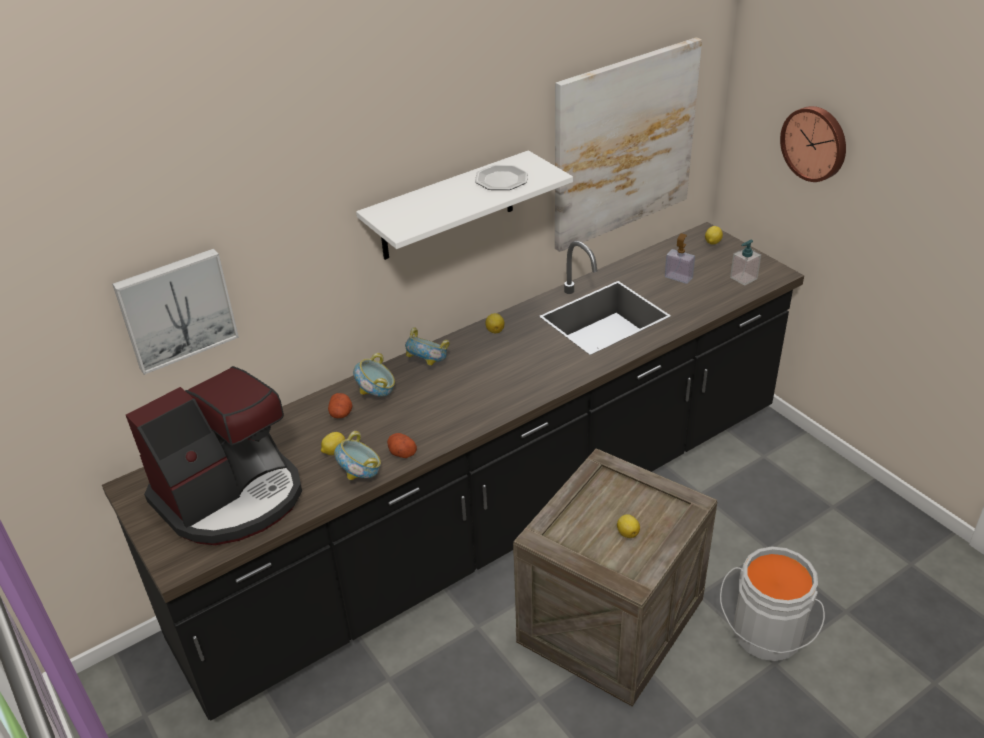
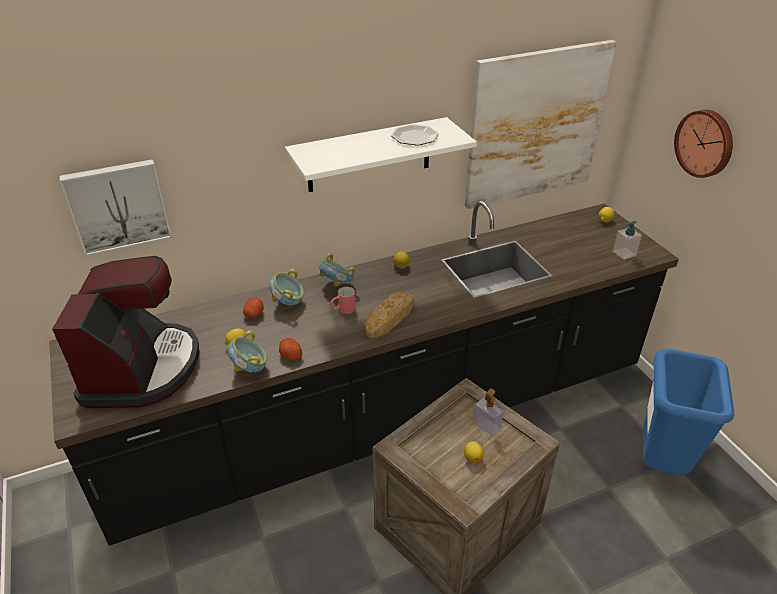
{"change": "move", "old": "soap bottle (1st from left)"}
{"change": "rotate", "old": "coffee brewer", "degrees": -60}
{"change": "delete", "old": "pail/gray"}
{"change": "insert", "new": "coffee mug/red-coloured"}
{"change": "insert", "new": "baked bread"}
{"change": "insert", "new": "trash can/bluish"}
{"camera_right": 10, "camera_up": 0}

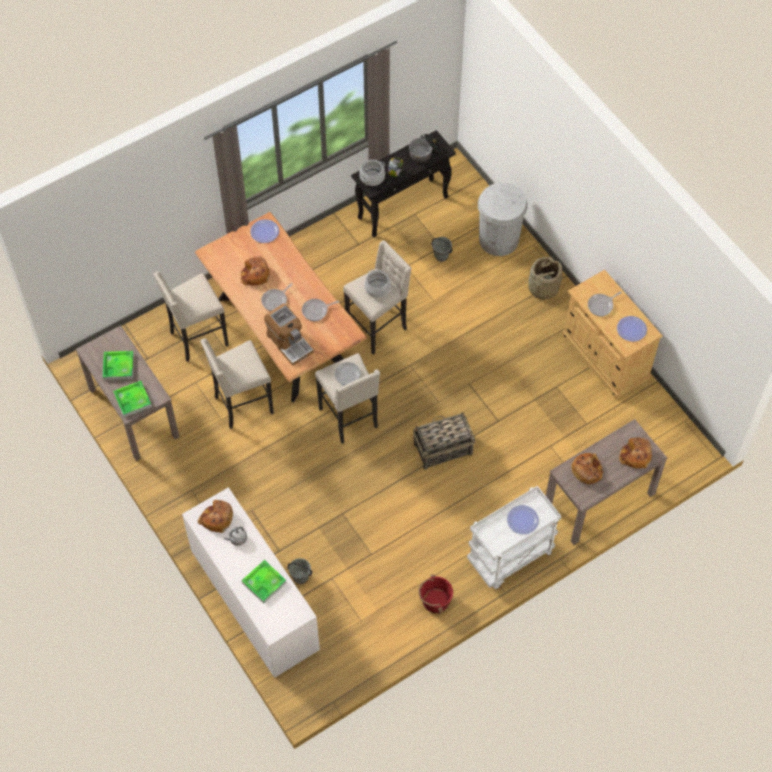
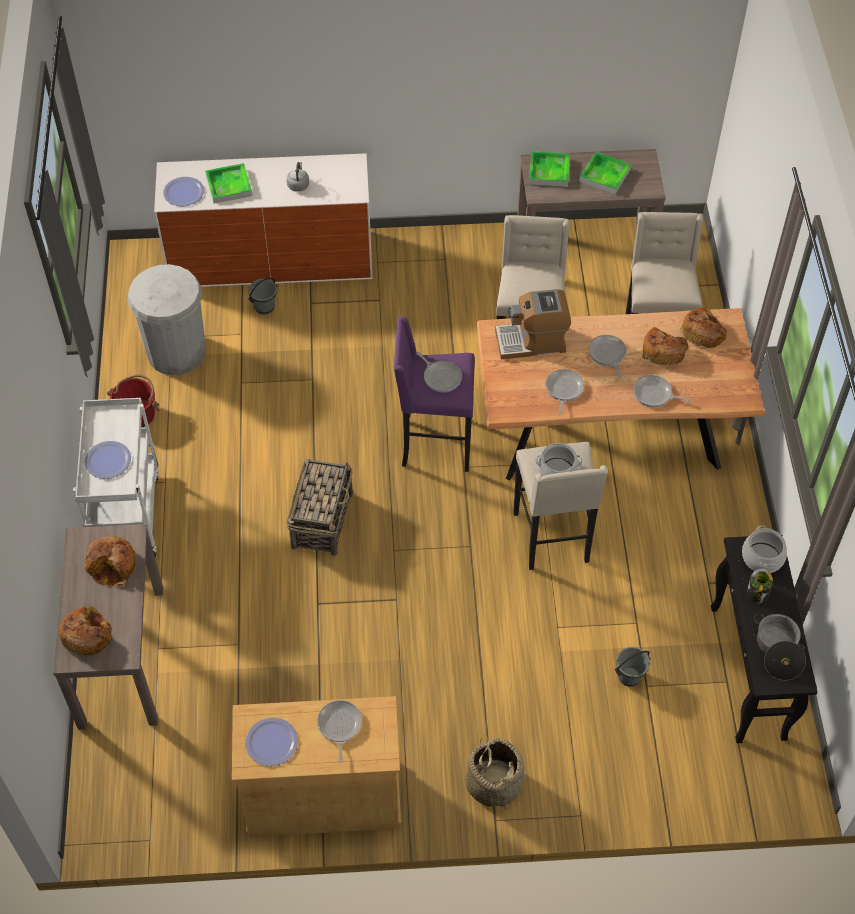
{"change": "move", "old": "trash can/whitish"}
{"change": "move", "old": "plate (1st from left in the first image)", "new": "plate (2nd from left)"}
{"change": "recolor", "old": "sitting stool/beige (3rd from left)", "new": "sitting stool/purple-coloured"}
{"change": "move", "old": "baked bread (1st from left in the first image)", "new": "baked bread (4th from left)"}
{"change": "insert", "new": "frying pan (5th from left)"}
{"camera_right": 120, "camera_up": -5}

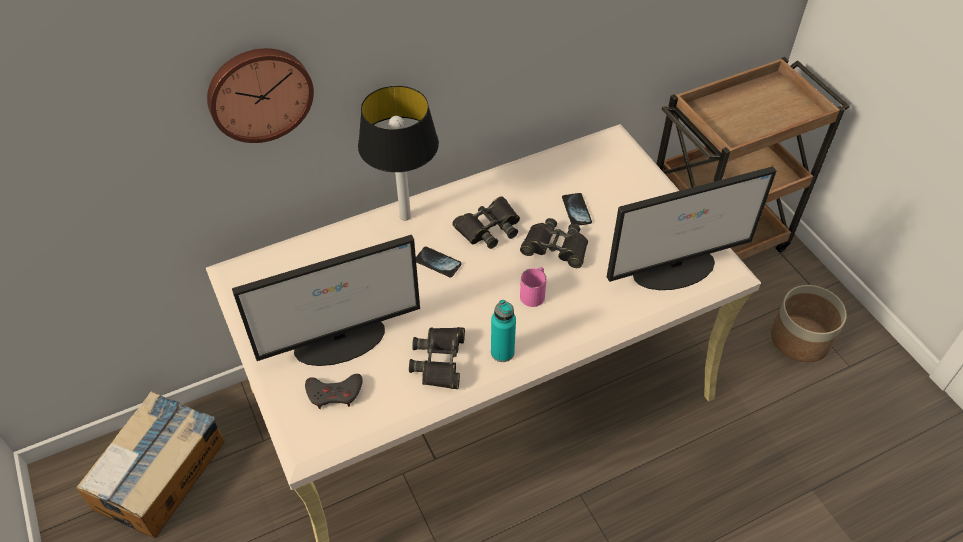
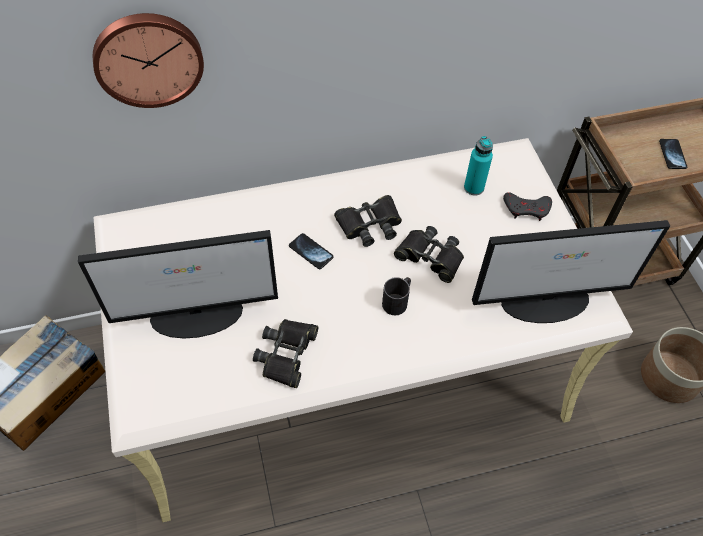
{"change": "delete", "old": "lamp for a table"}
{"change": "move", "old": "phone (2nd from left)"}
{"change": "recolor", "old": "coffee mug/pinkish", "new": "coffee mug/black-coloured"}
{"change": "move", "old": "drink bottle/turquoise"}
{"change": "move", "old": "joypad/gray"}
{"camera_right": 10, "camera_up": 5}

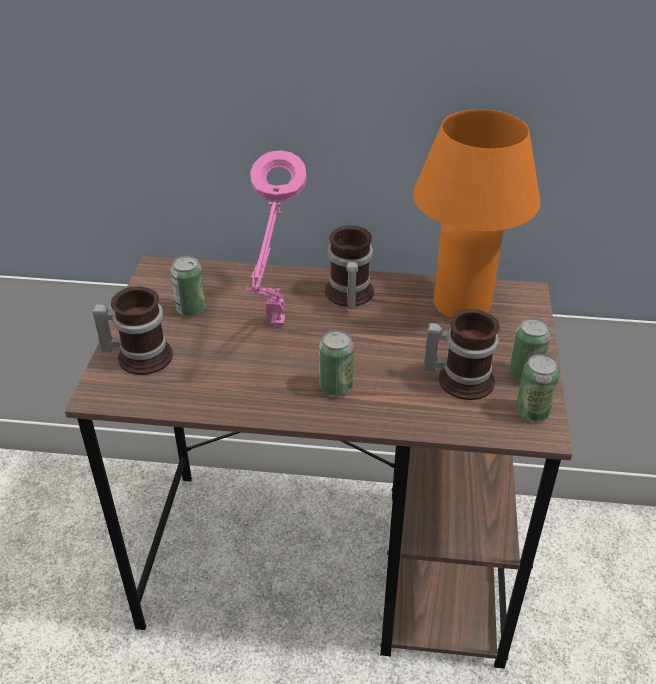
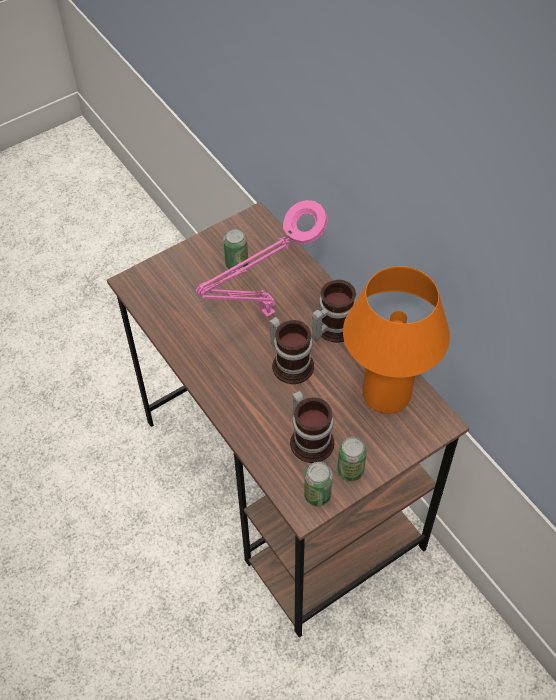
{"change": "move", "old": "coffee mug (1st from left)"}
{"change": "delete", "old": "can (2nd from left)"}
{"camera_right": 50, "camera_up": 15}

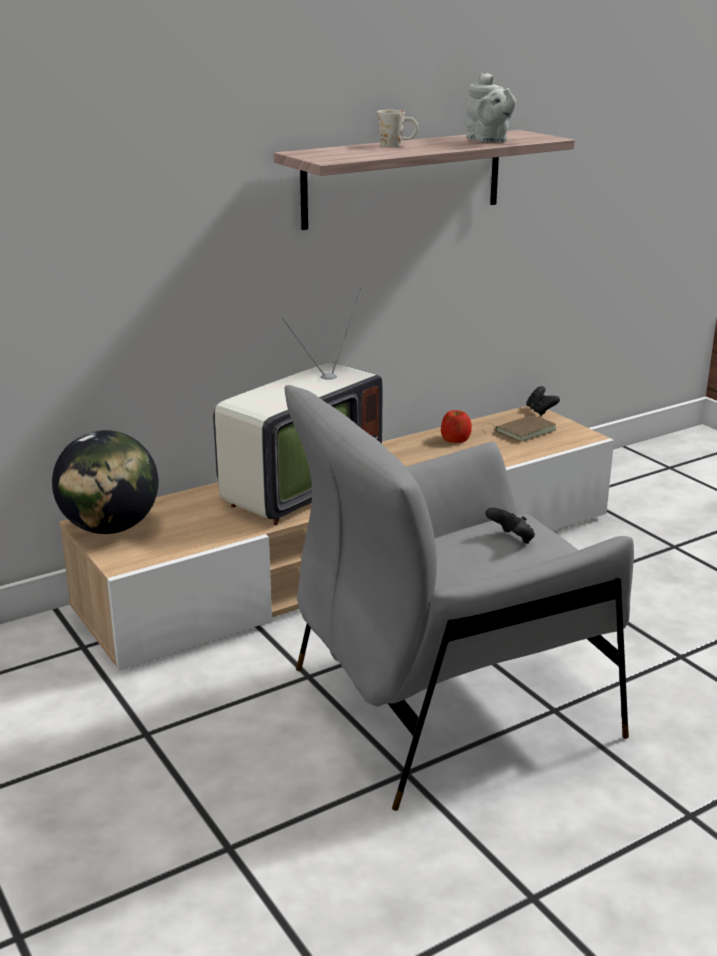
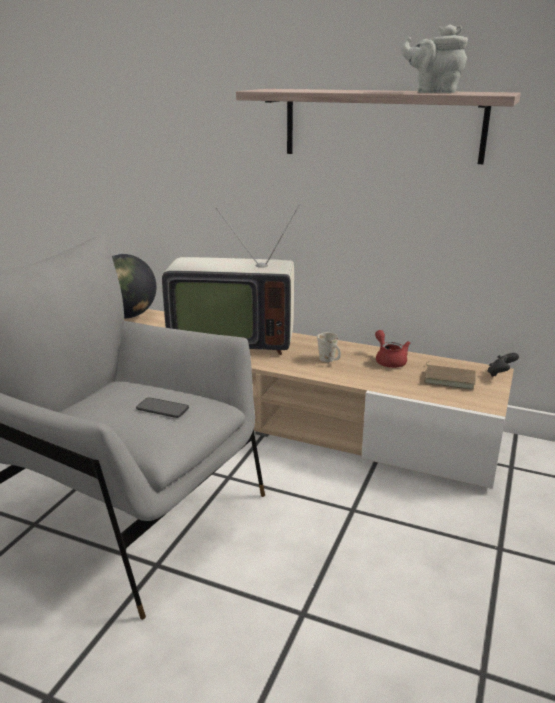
{"change": "rotate", "old": "pot for tea/gray", "degrees": 75}
{"change": "move", "old": "coffee mug/whitish"}
{"change": "replace", "old": "apple fruit", "new": "pot for tea/red-coloured"}
{"change": "replace", "old": "joypad/black-coloured (1st from left)", "new": "phone"}
{"camera_right": 55, "camera_up": 0}

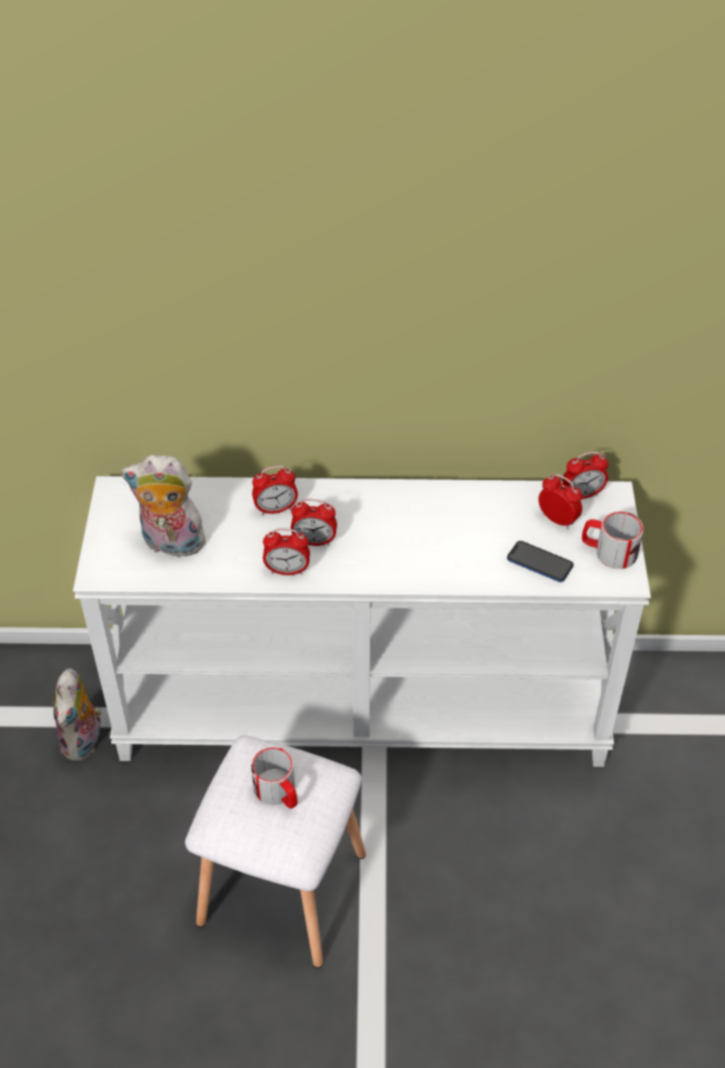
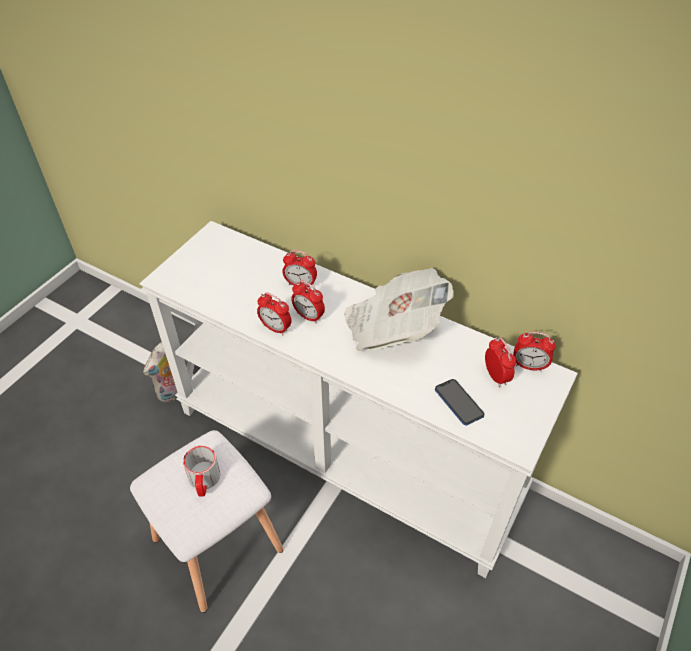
{"change": "delete", "old": "cuddly toy (2nd from left)"}
{"change": "delete", "old": "coffee mug (2nd from left)"}
{"change": "insert", "new": "daily paper"}
{"camera_right": 30, "camera_up": 0}

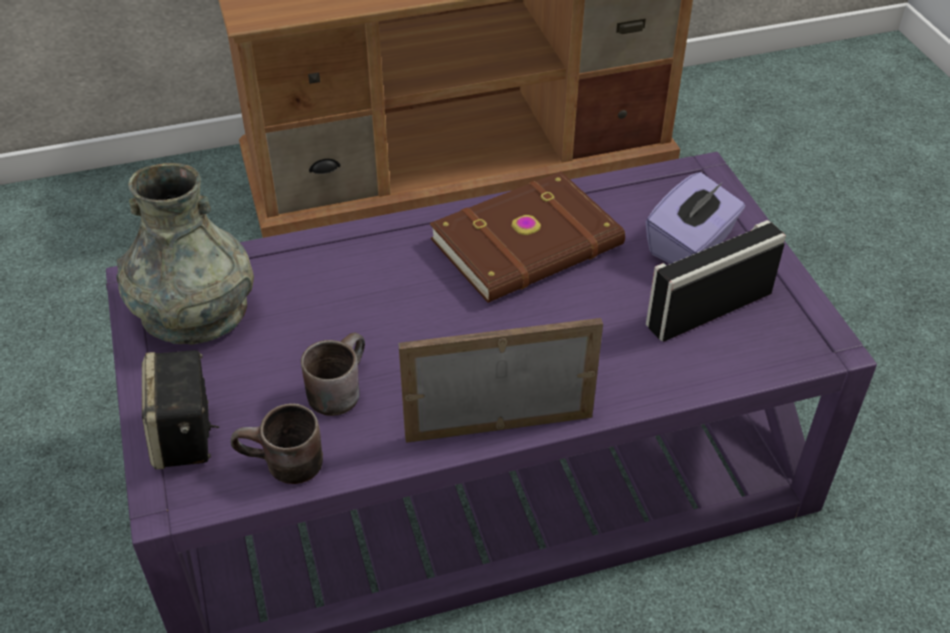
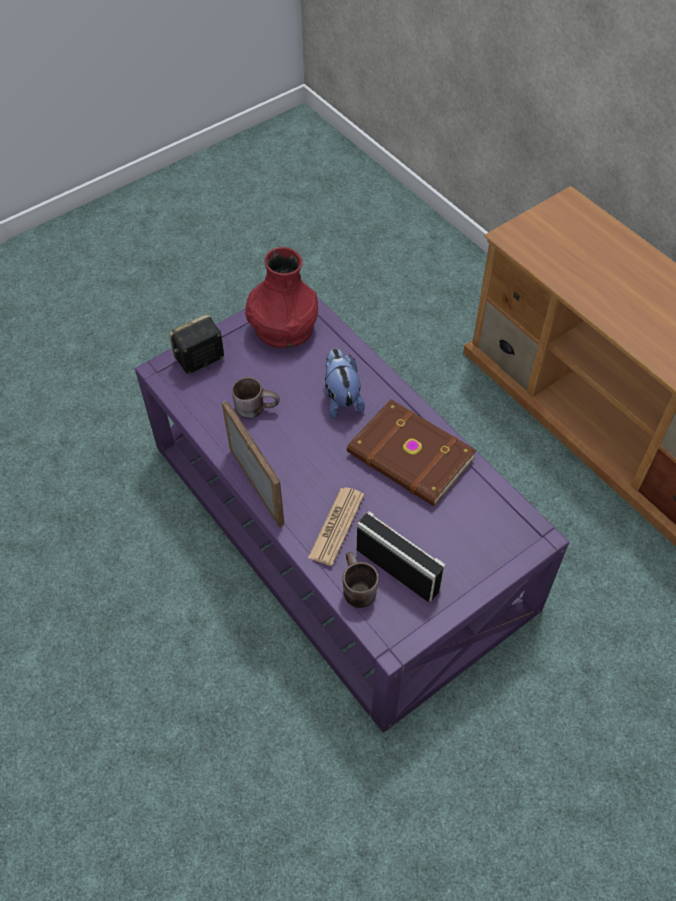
{"change": "recolor", "old": "vase/gray", "new": "vase/red-coloured"}
{"change": "delete", "old": "box of tissues/purple-coloured"}
{"change": "move", "old": "coffee mug/brown-coloured (1st from left in the first image)", "new": "coffee mug/brown-coloured (2nd from left)"}
{"change": "insert", "new": "cuddly toy"}
{"change": "insert", "new": "daily paper"}
{"camera_right": 70, "camera_up": 10}

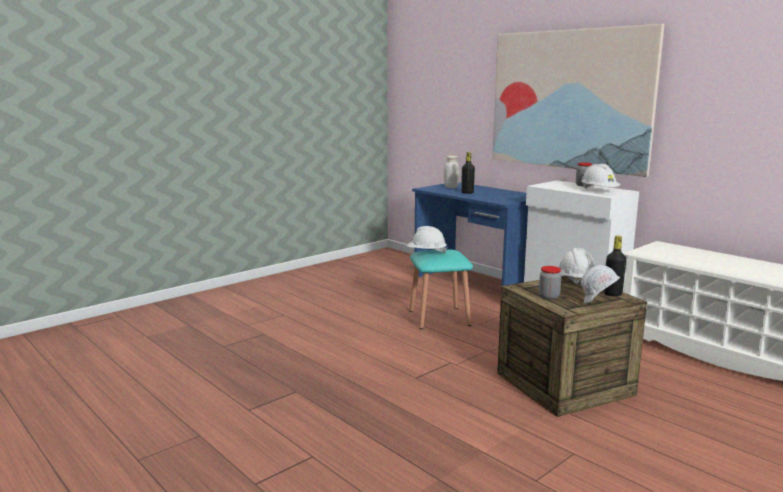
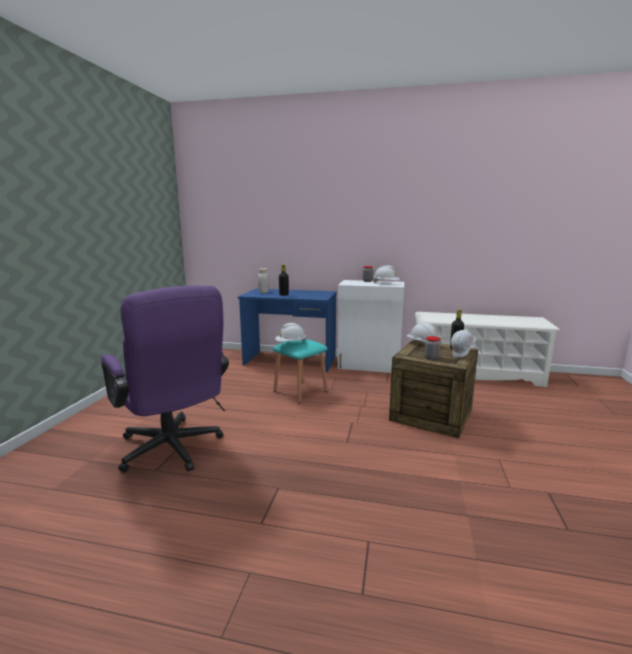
{"change": "delete", "old": "wall art"}
{"change": "insert", "new": "desk chair/purple-coloured"}
{"camera_right": -35, "camera_up": 0}

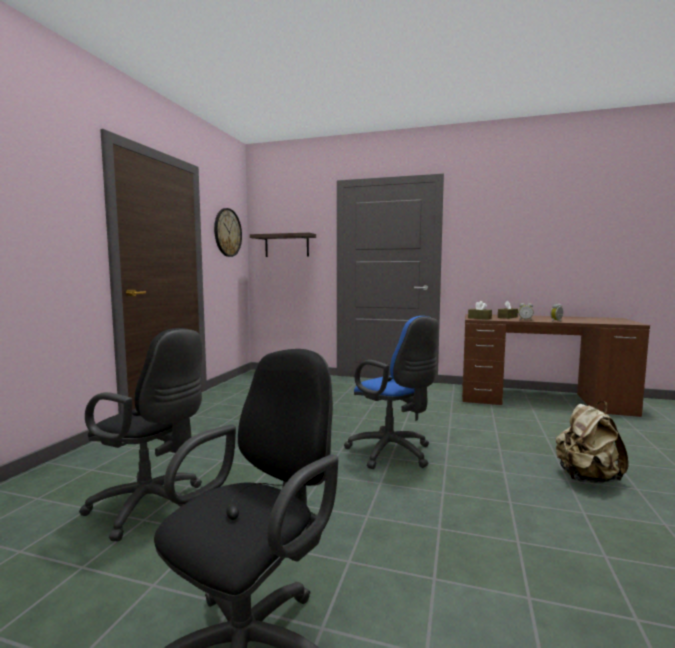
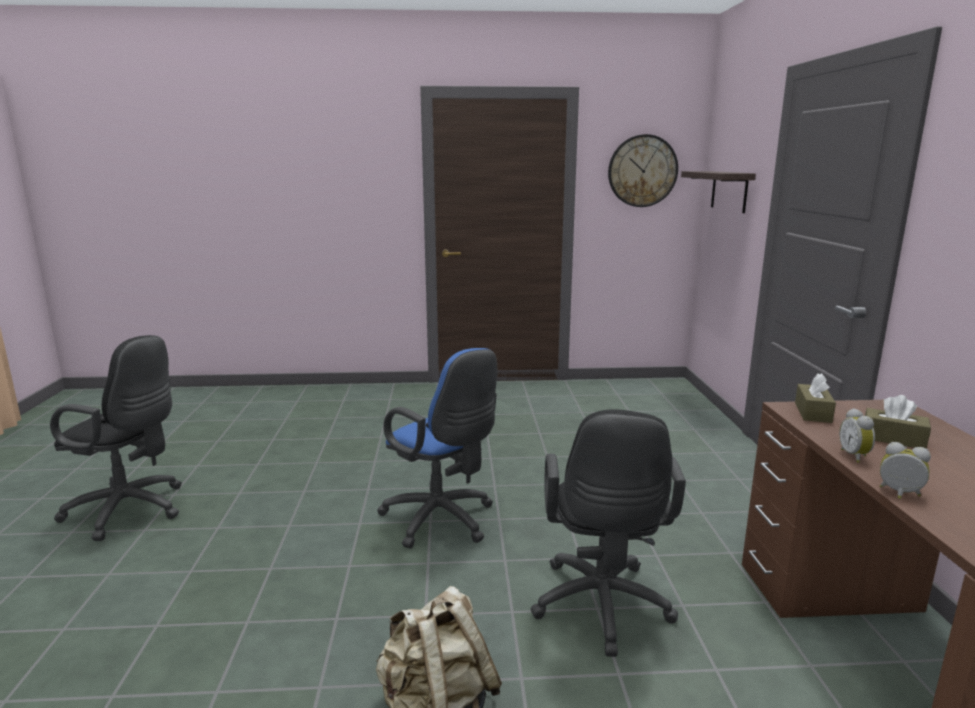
{"change": "rotate", "old": "desk chair/bluish", "degrees": -75}
{"change": "move", "old": "desk chair/black-coloured (1st from left in the first image)", "new": "desk chair/black-coloured (2nd from left)"}
{"camera_right": 70, "camera_up": 10}

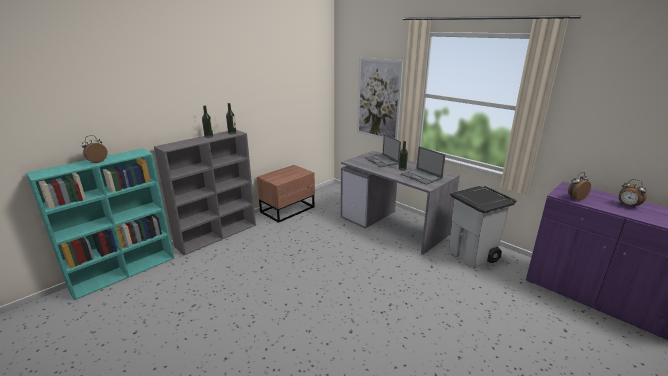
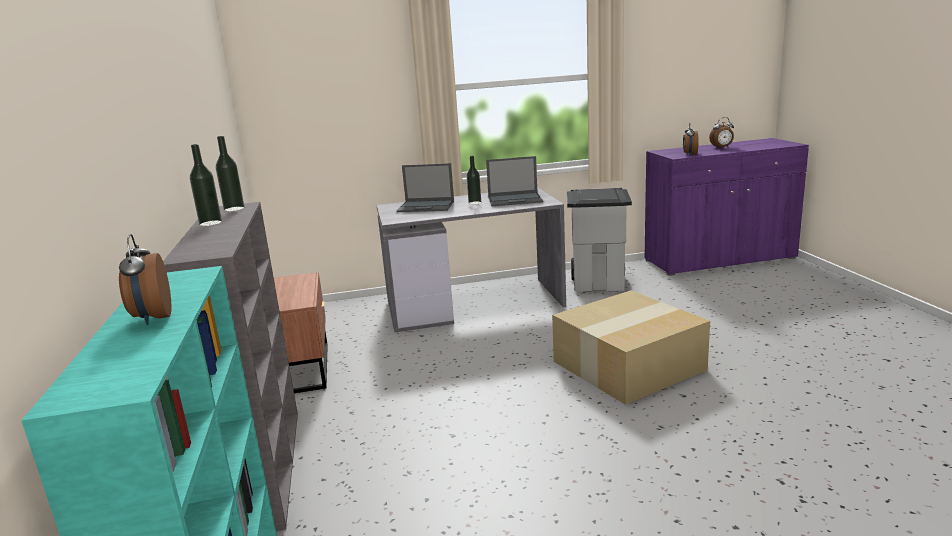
{"change": "delete", "old": "wall art"}
{"change": "insert", "new": "packing box"}
{"camera_right": -55, "camera_up": -5}

